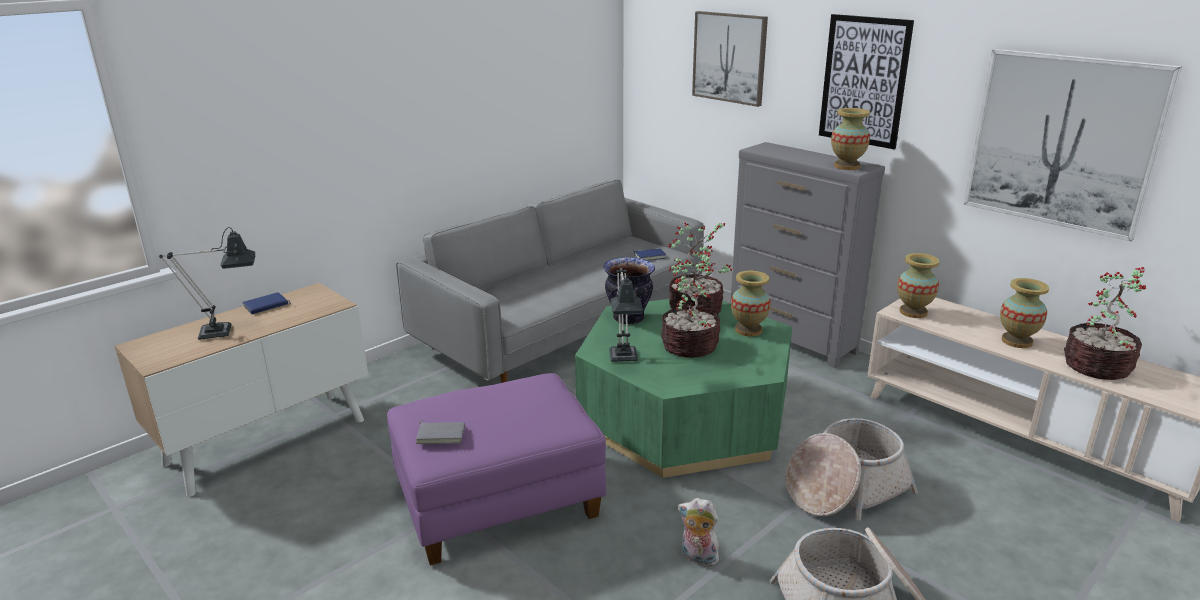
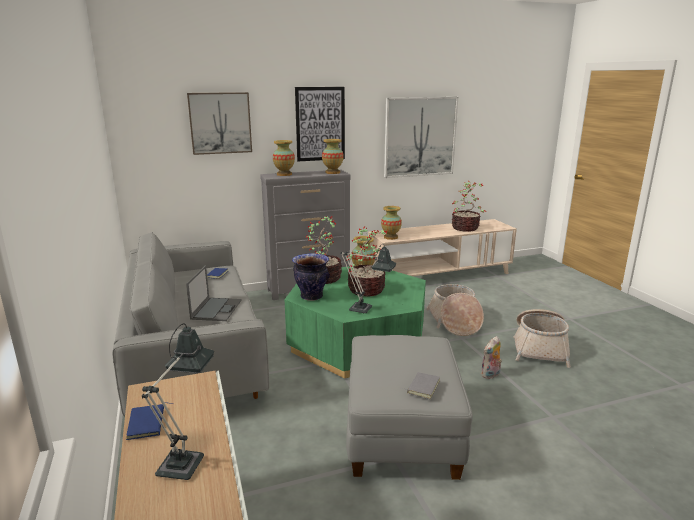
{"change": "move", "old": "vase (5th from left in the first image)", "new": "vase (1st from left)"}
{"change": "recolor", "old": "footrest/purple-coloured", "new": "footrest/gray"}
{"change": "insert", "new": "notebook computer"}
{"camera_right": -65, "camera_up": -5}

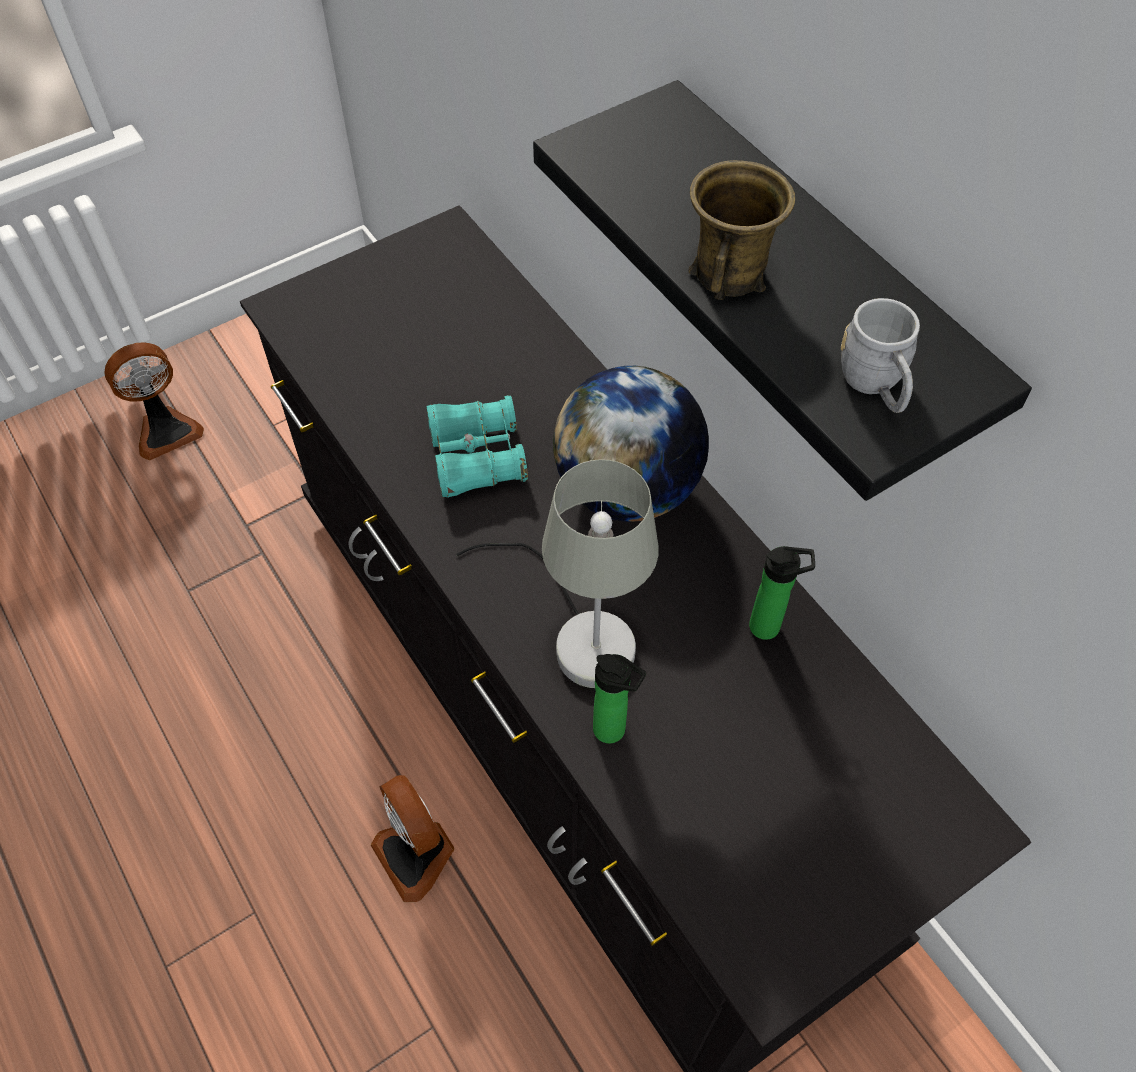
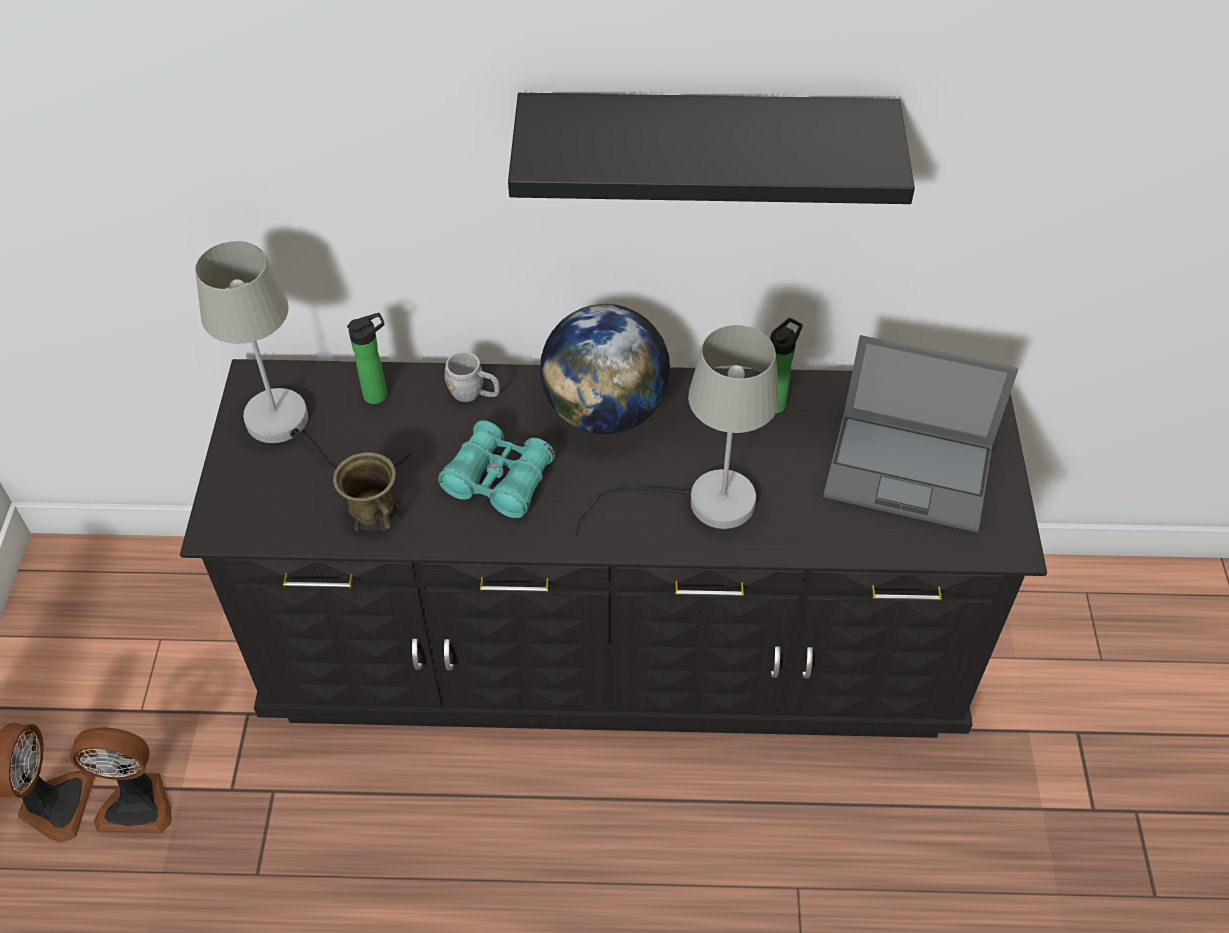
{"change": "move", "old": "coffee mug/brown-coloured"}
{"change": "move", "old": "coffee mug/gray"}
{"change": "move", "old": "drink bottle (1st from left)"}
{"change": "move", "old": "fan (2nd from left)"}
{"change": "insert", "new": "lamp for a table/gray (1st from left)"}
{"change": "insert", "new": "notebook computer"}
{"camera_right": -55, "camera_up": -5}

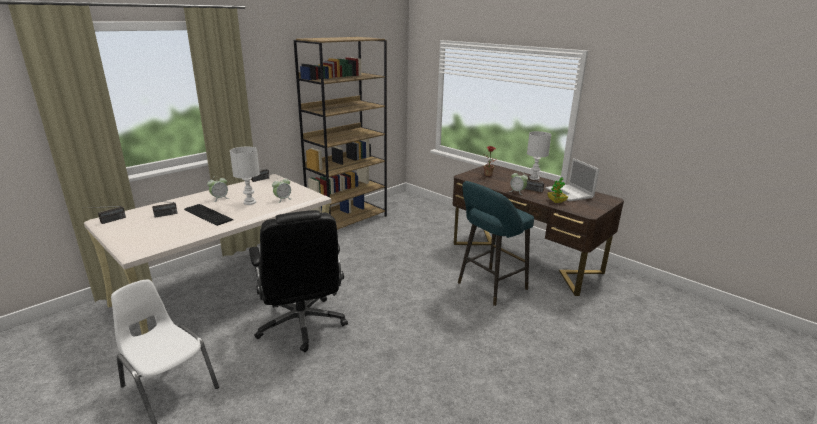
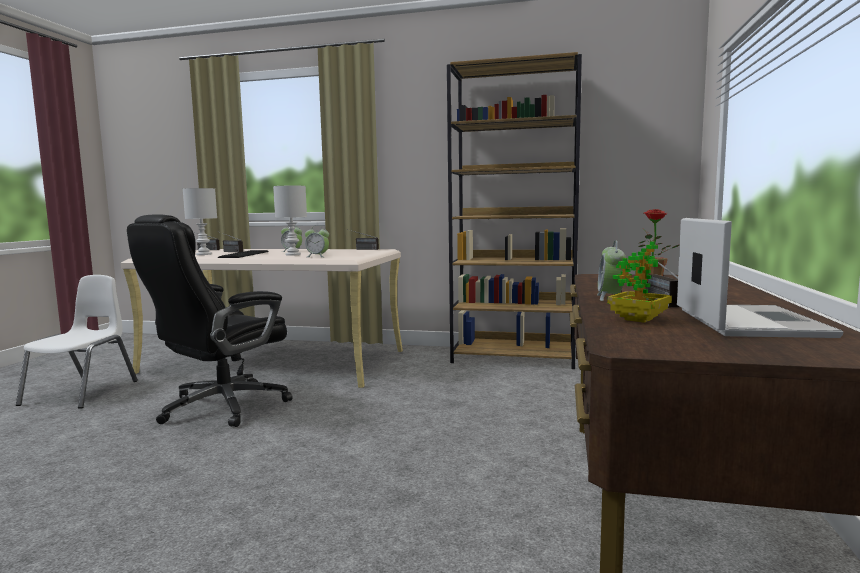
{"change": "move", "old": "lamp for a table/whitish (2nd from left in the first image)", "new": "lamp for a table/whitish (1st from left)"}
{"change": "rotate", "old": "notebook computer", "degrees": 150}
{"change": "delete", "old": "sitting stool/turquoise"}
{"camera_right": 60, "camera_up": -15}

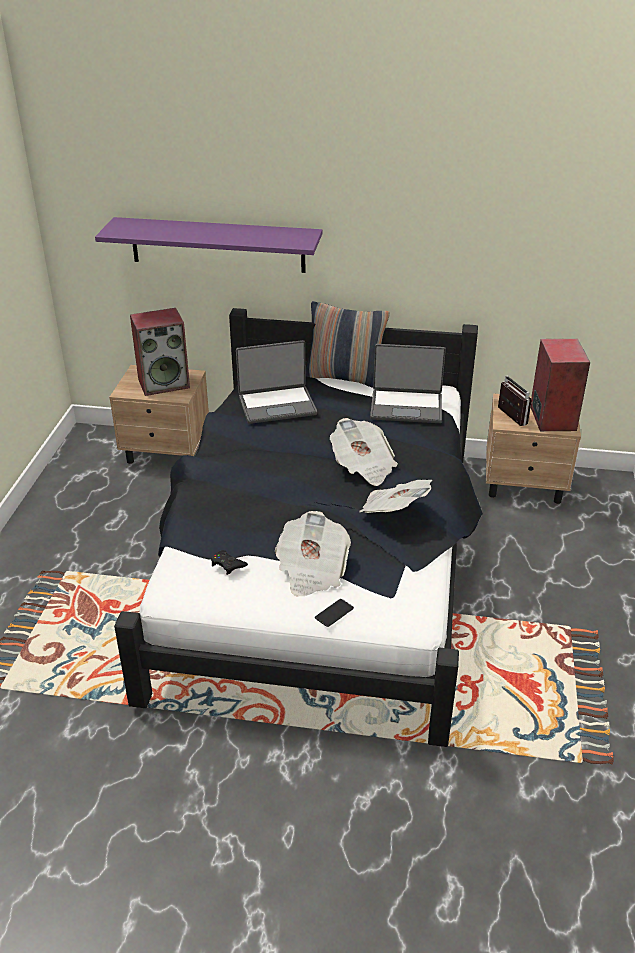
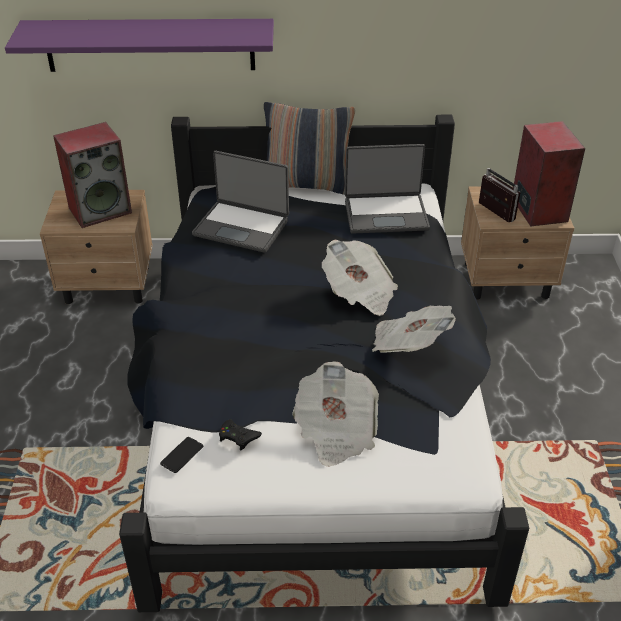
{"change": "rotate", "old": "notebook computer (1st from left)", "degrees": 45}
{"change": "move", "old": "phone"}
{"camera_right": -10, "camera_up": 5}

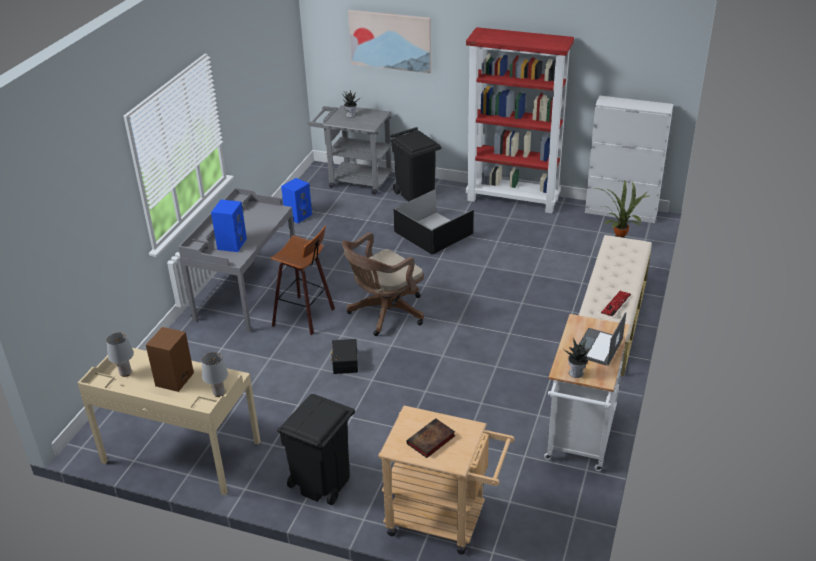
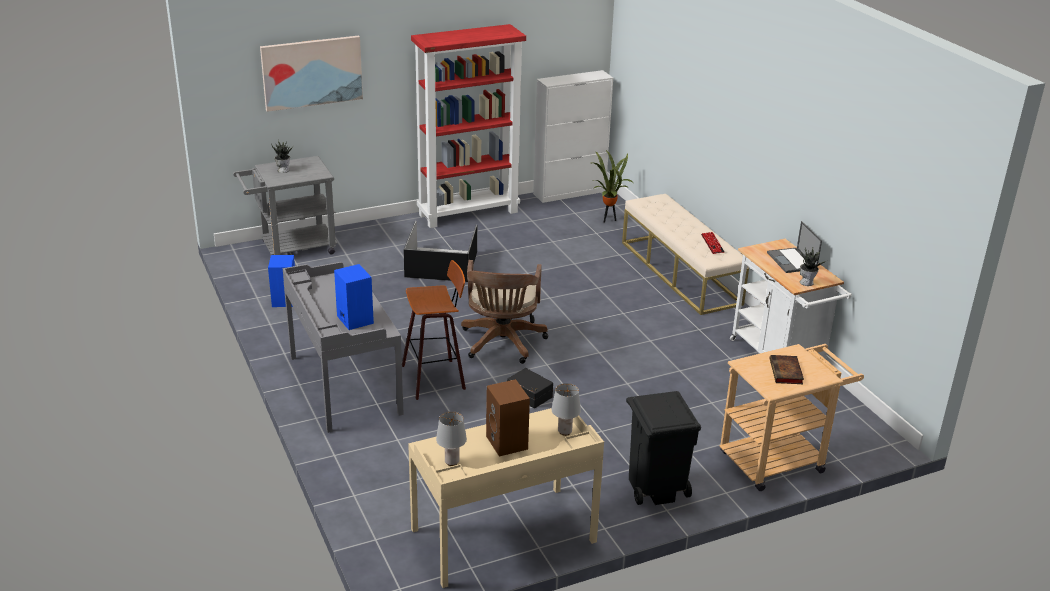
{"change": "delete", "old": "trash can/black-coloured (2nd from left)"}
{"camera_right": -45, "camera_up": -5}

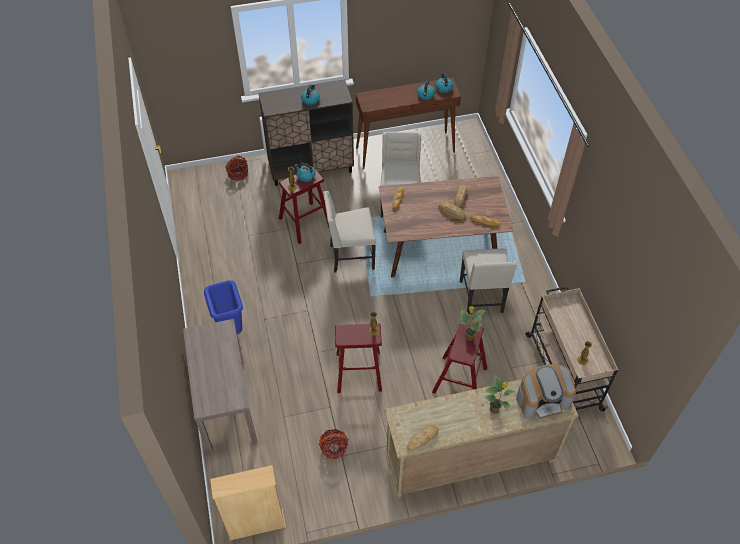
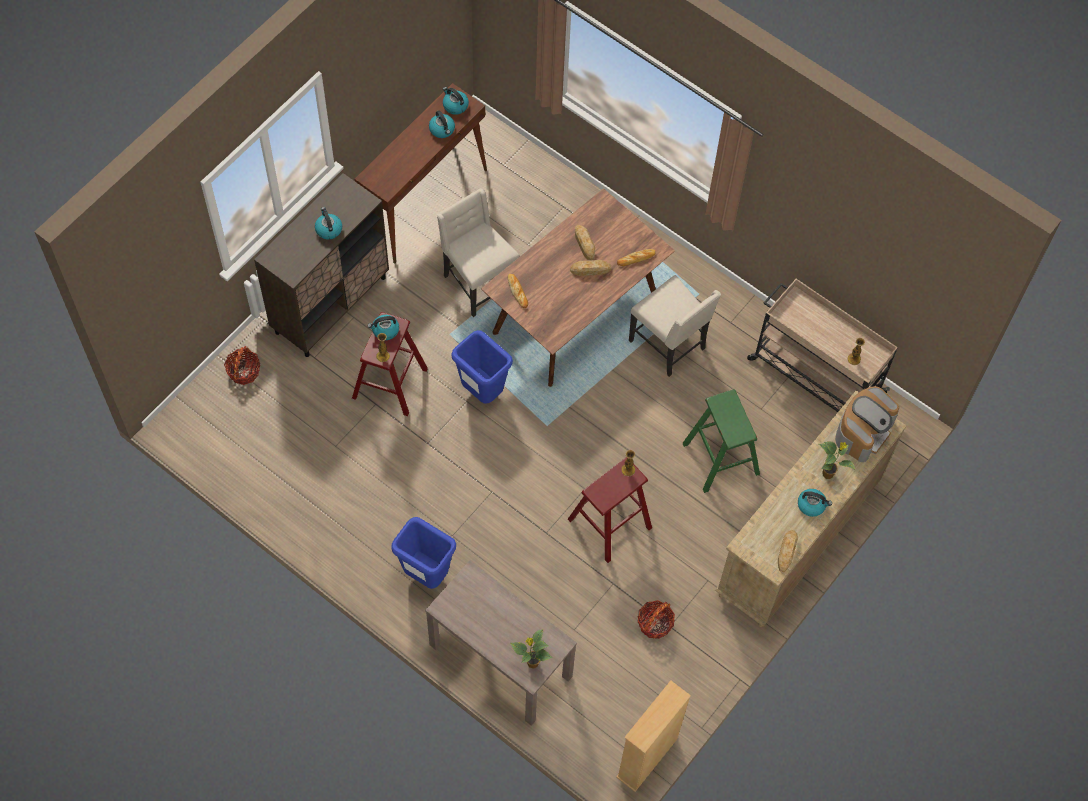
{"change": "replace", "old": "plain chair/beige (1st from left)", "new": "trash can/bluish (2nd from left)"}
{"change": "move", "old": "houseplant (1st from left)"}
{"change": "recolor", "old": "sitting stool/red-coloured (3rd from left)", "new": "sitting stool/green"}
{"change": "insert", "new": "water kettle (5th from left)"}
{"camera_right": -40, "camera_up": 10}

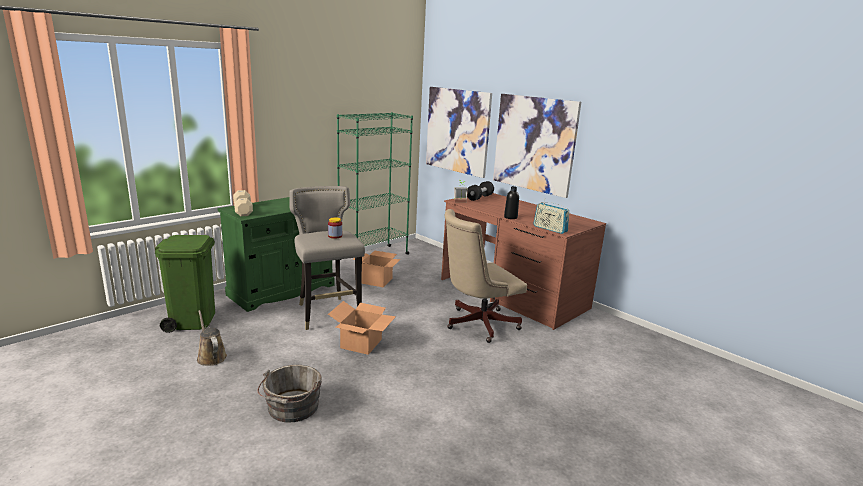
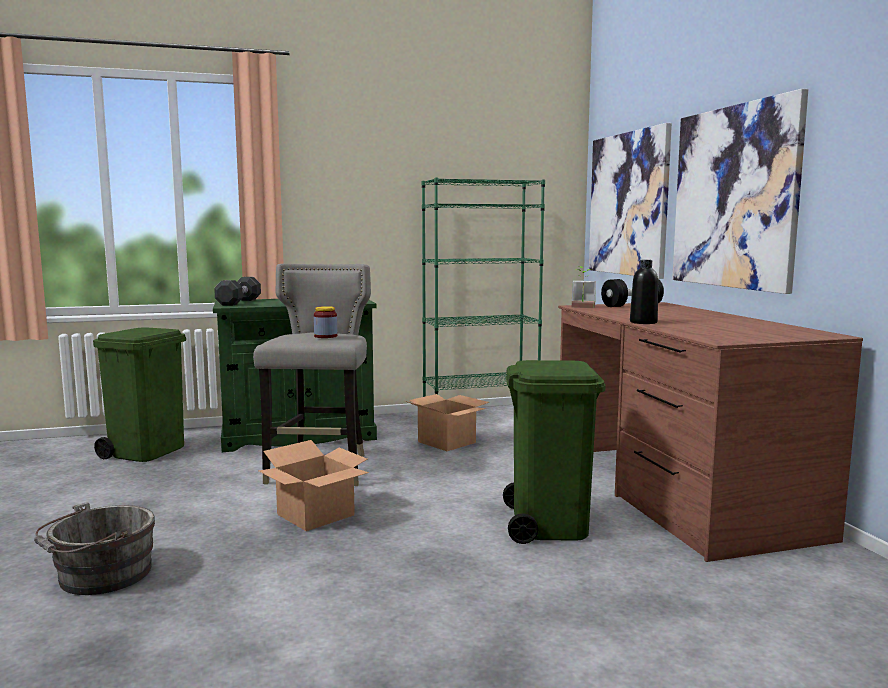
{"change": "recolor", "old": "hand weight/beige", "new": "hand weight/black-coloured (1st from left)"}
{"change": "delete", "old": "radio receiver"}
{"change": "replace", "old": "desk chair/beige", "new": "trash can/green (2nd from left)"}
{"change": "delete", "old": "watering pot/brown-coloured"}
{"camera_right": 30, "camera_up": -10}

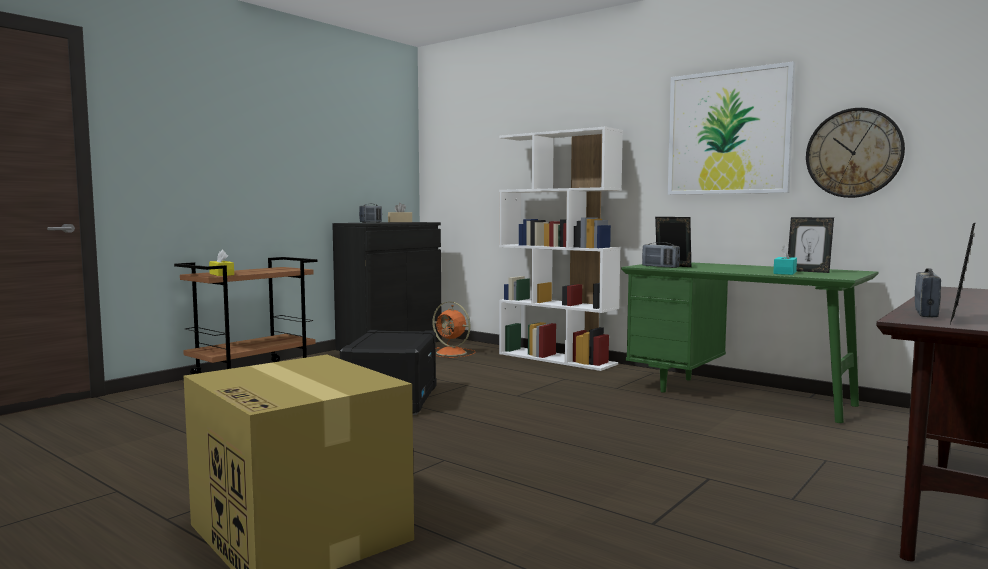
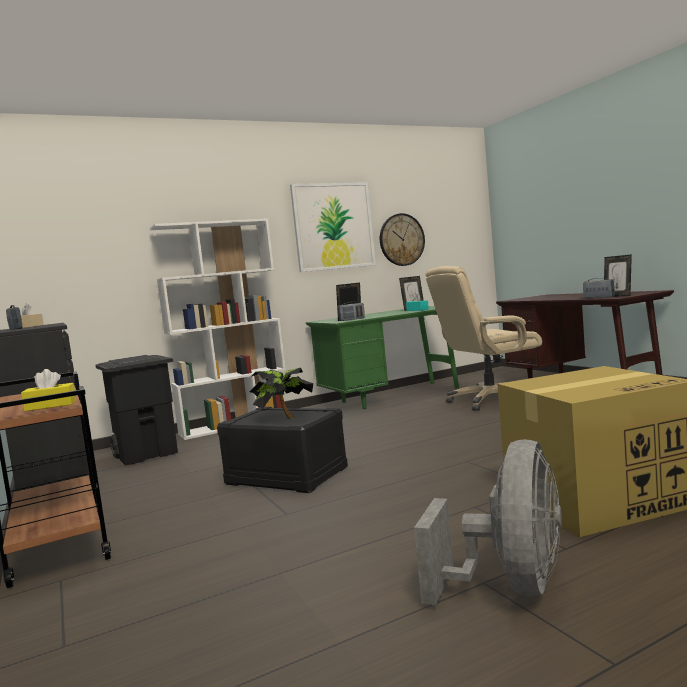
{"change": "replace", "old": "fan/orangey", "new": "trash can/black-coloured"}
{"change": "insert", "new": "desk chair/beige"}
{"change": "insert", "new": "houseplant"}
{"change": "insert", "new": "fan/gray"}
{"camera_right": -65, "camera_up": 0}

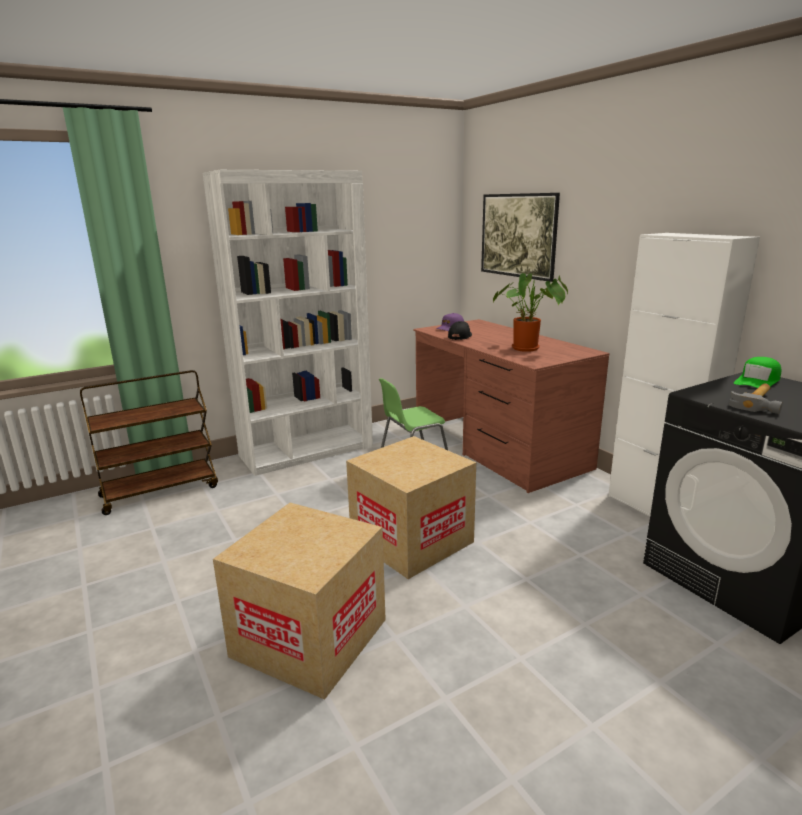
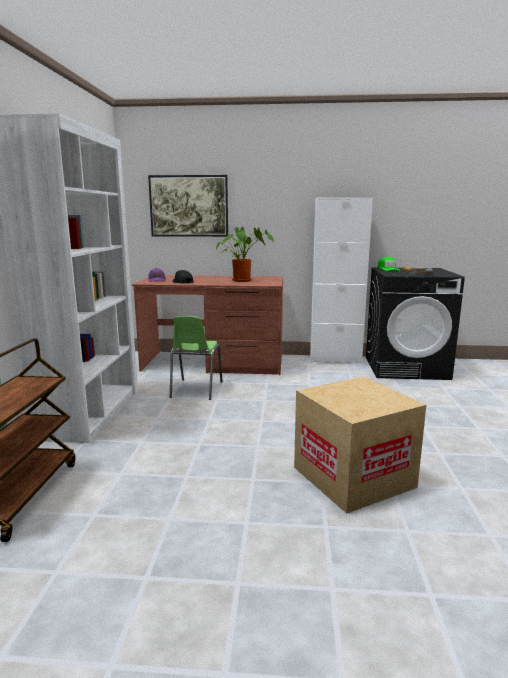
{"change": "delete", "old": "packing box (2nd from left)"}
{"camera_right": -55, "camera_up": -5}

